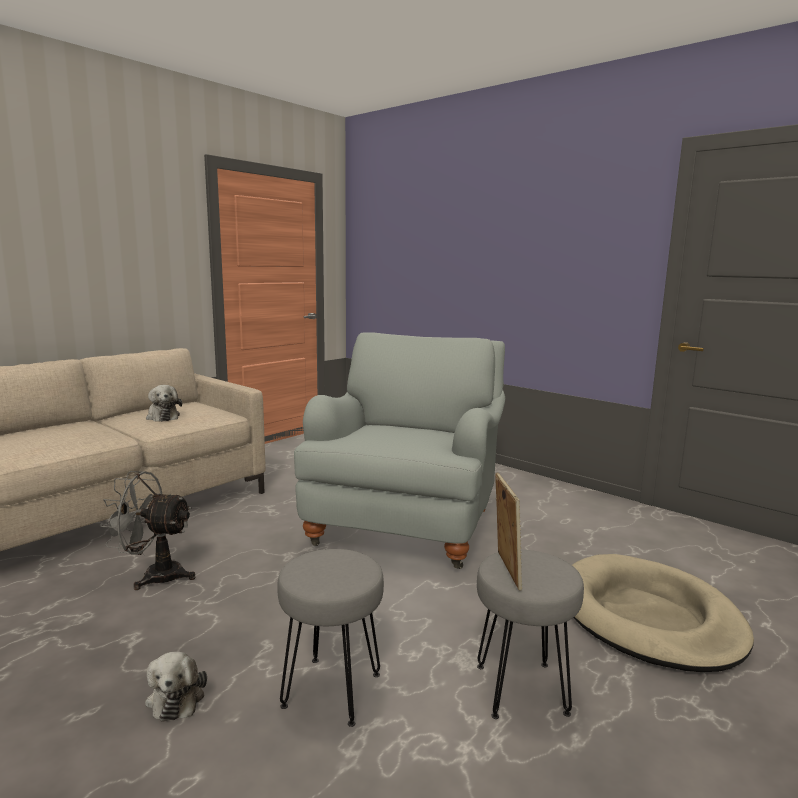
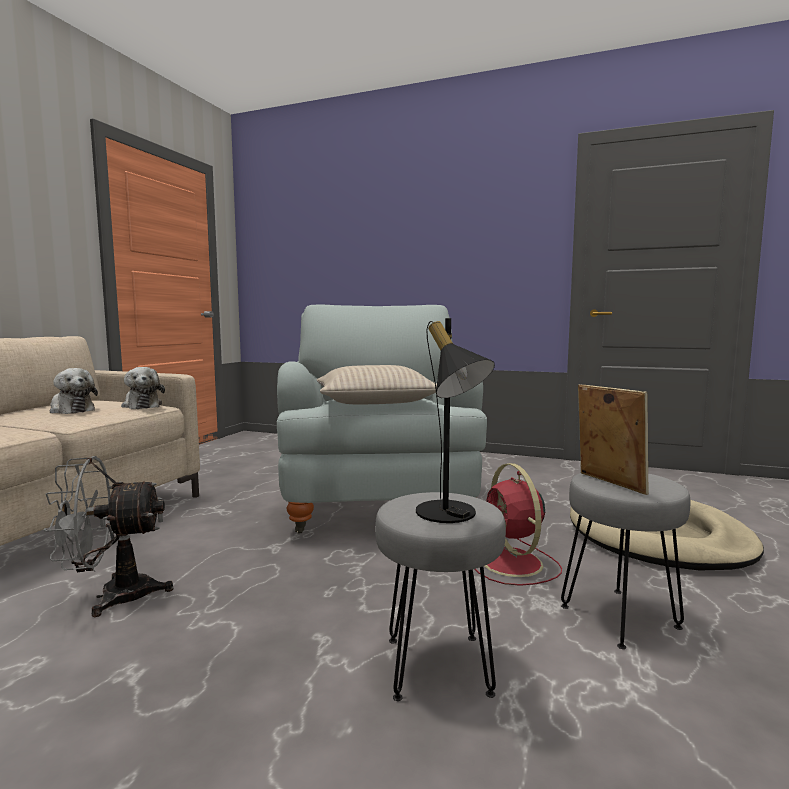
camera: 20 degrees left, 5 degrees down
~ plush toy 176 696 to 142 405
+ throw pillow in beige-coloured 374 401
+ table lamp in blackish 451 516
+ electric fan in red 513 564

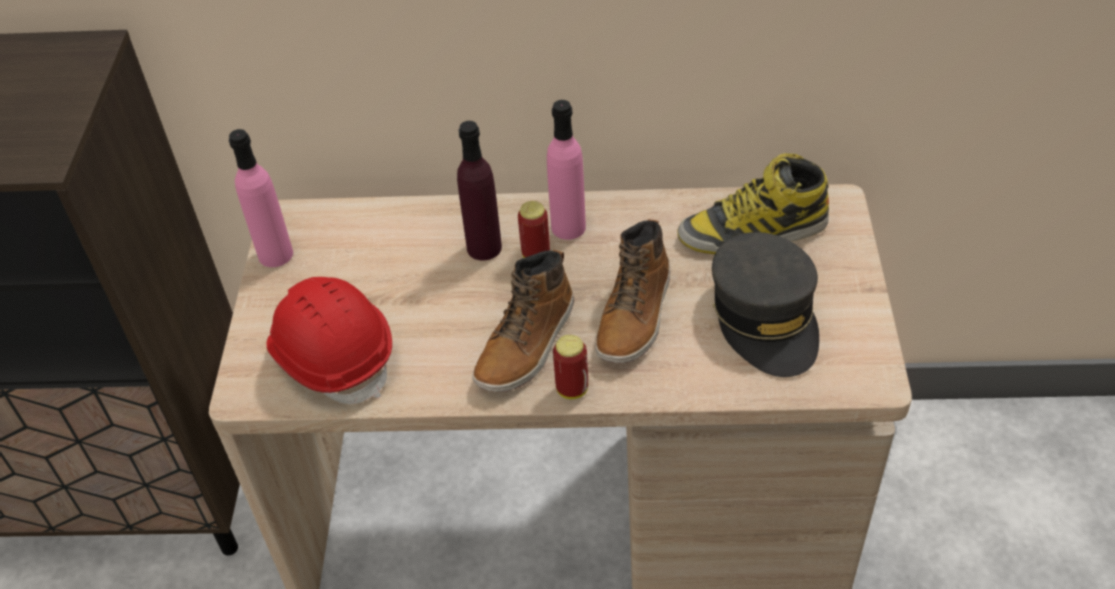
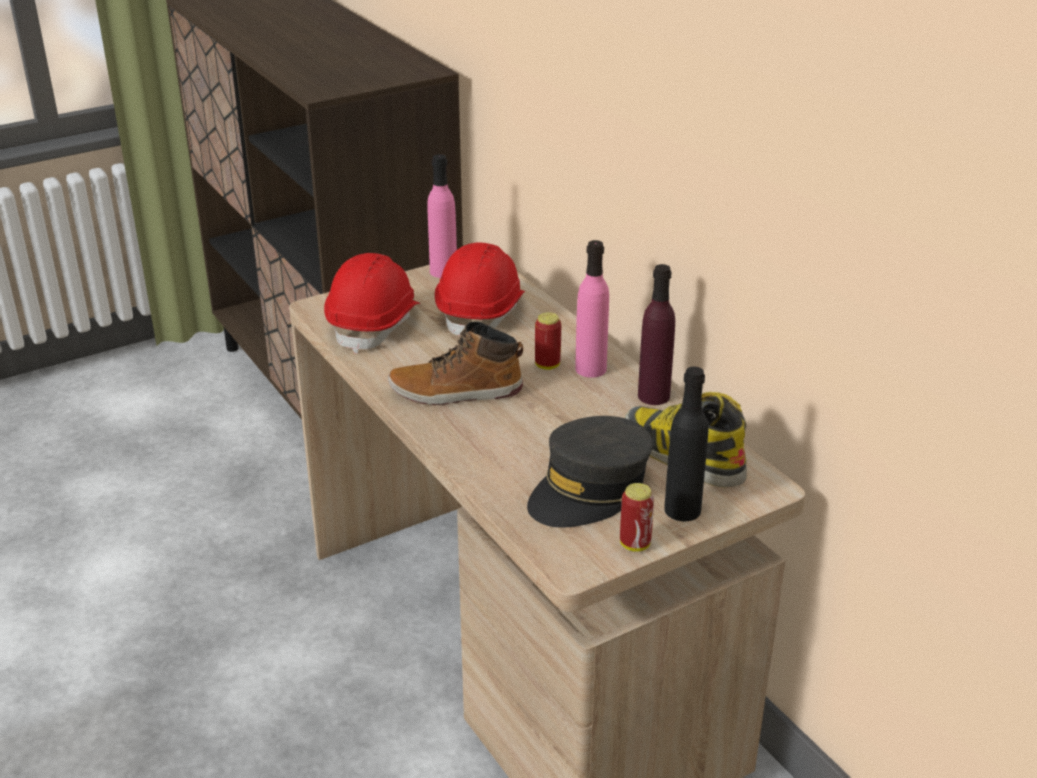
camera: 55 degrees right, 15 degrees down
~ bottle in purple-coloured 484 247 to 653 396
~ can 572 389 to 635 544
- high-top boot 635 314
+ safety helmet in red 482 313
+ bottle in blackish 682 509

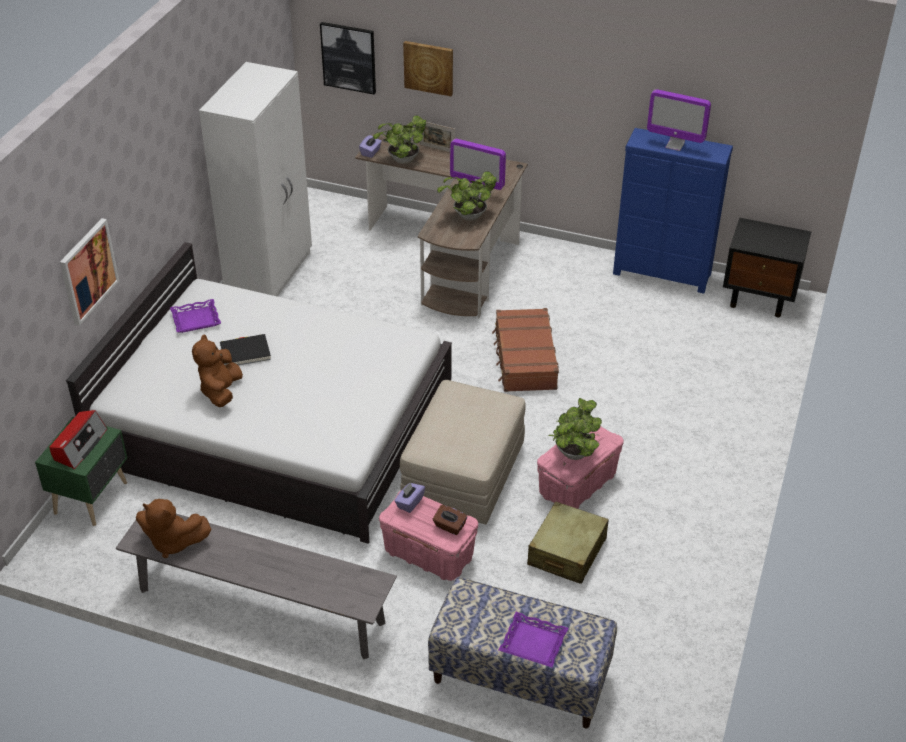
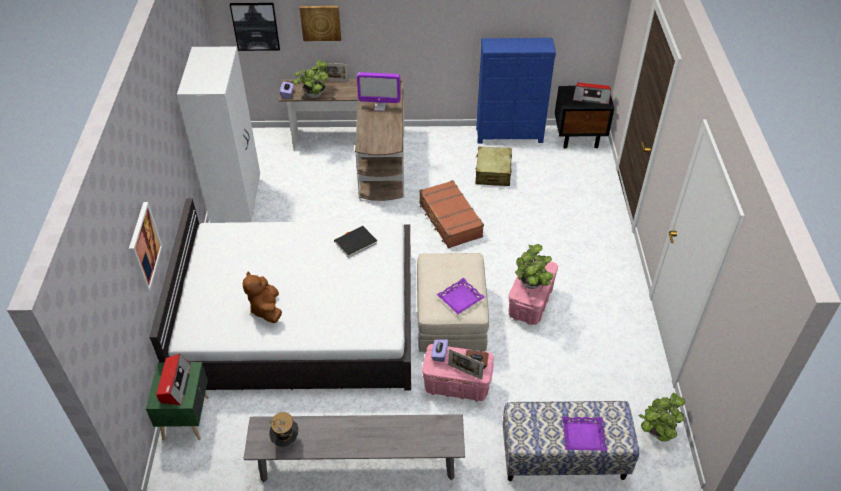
camera: 20 degrees left, 5 degrees up
~ plush toy in brown 173 542 to wearable hat 286 440
~ serving tray in purple-coloured 196 320 to 460 299
~ volume in blackish 245 352 to 355 243
~ houseplant 467 217 to 656 432
~ suitcase in beige-coloured 566 552 to 493 173
- computer display 674 145
+ picture frame 465 372
+ radio 591 97

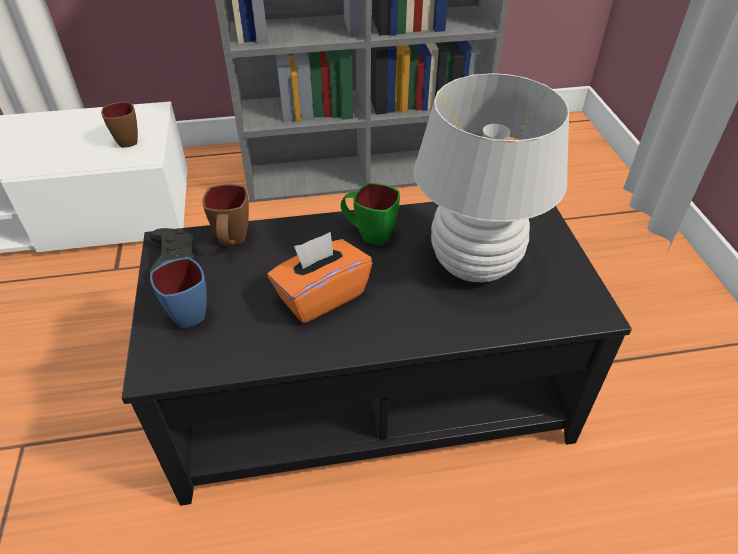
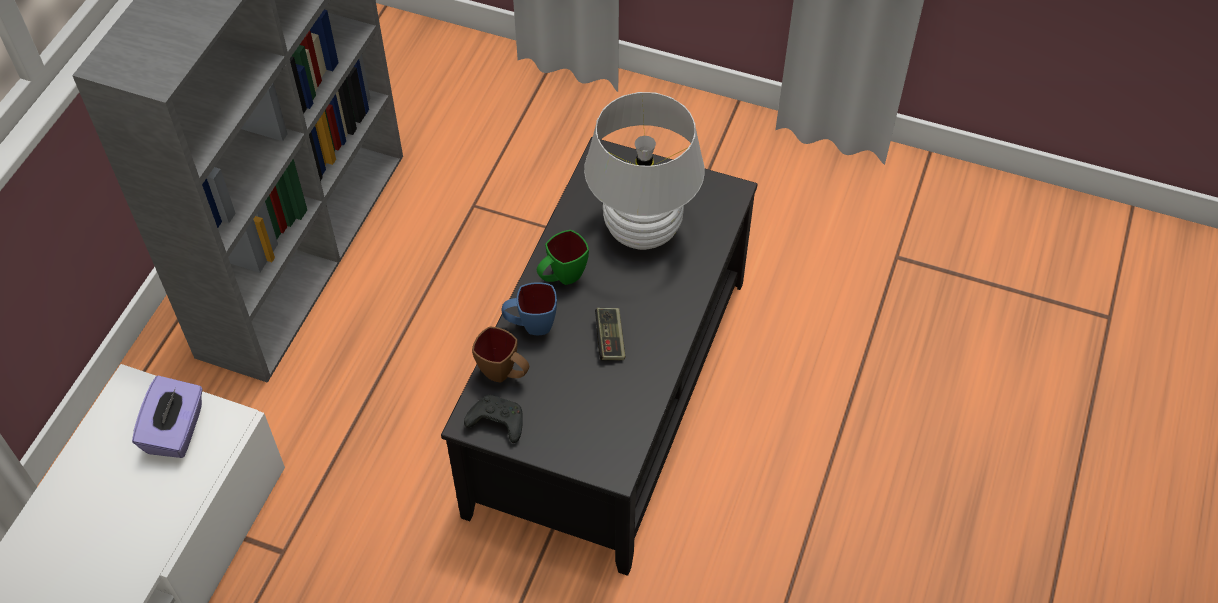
camera: 60 degrees left, 10 degrees up
~ mug in brown 127 139 to tissue holder in purple-coloured 176 431
~ mug in blue 186 310 to 530 326
~ tissue holder in orange-coloured 321 296 to joypad 610 339

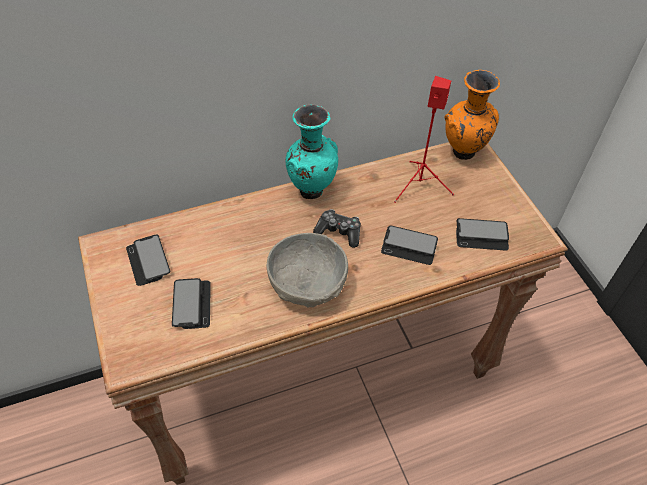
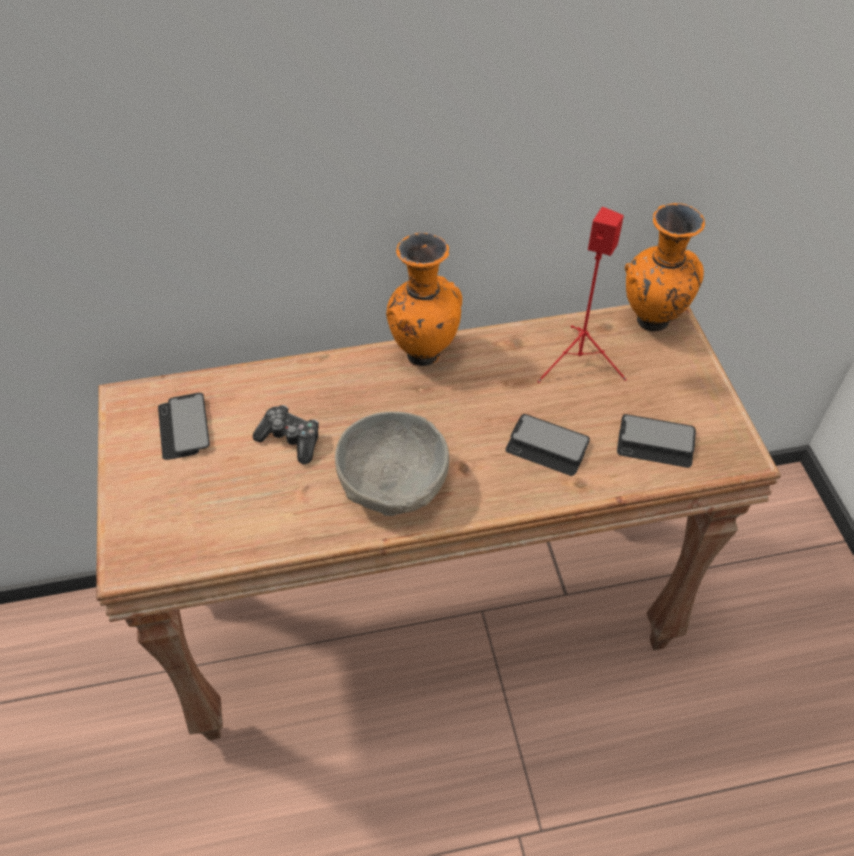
camera: 10 degrees right, 0 degrees up
- telephone 192 304
~ vase in turquoise-coloured 311 190 to vase in orange-coloured 423 353
~ joypad 339 232 to 290 439

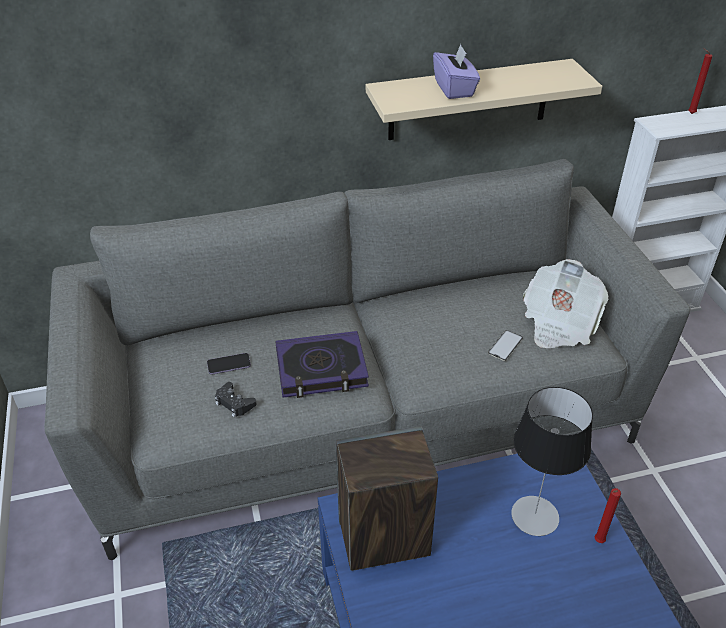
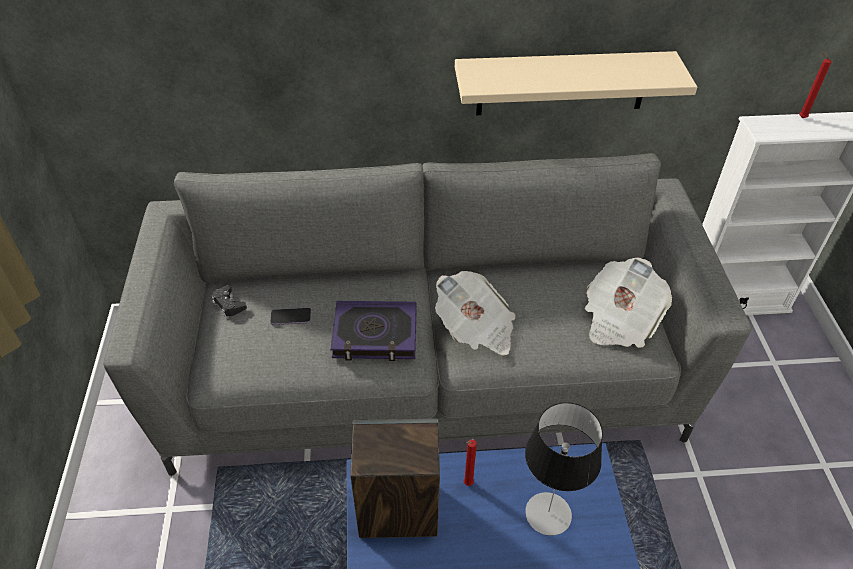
camera: 10 degrees right, 5 degrees up
~ joypad in blackish 234 403 to 229 304
- tissue holder in purple-coloured 454 89
- telephone 505 345
~ wax light in red 598 542 to 466 484
+ printed paper 476 329

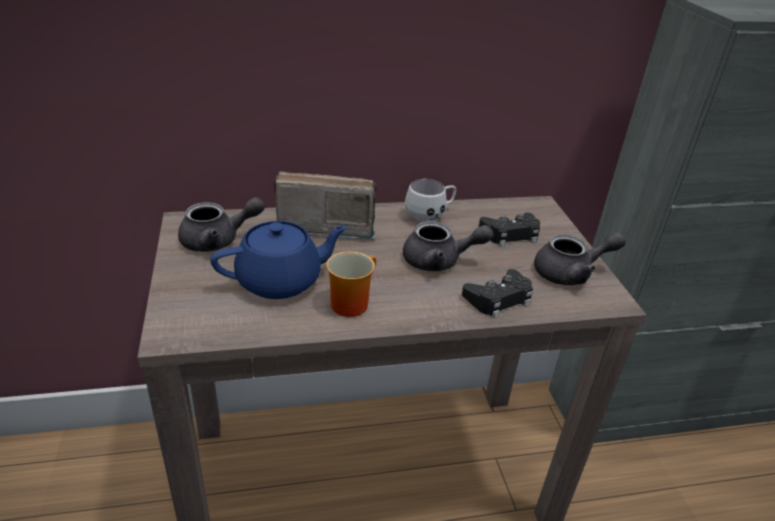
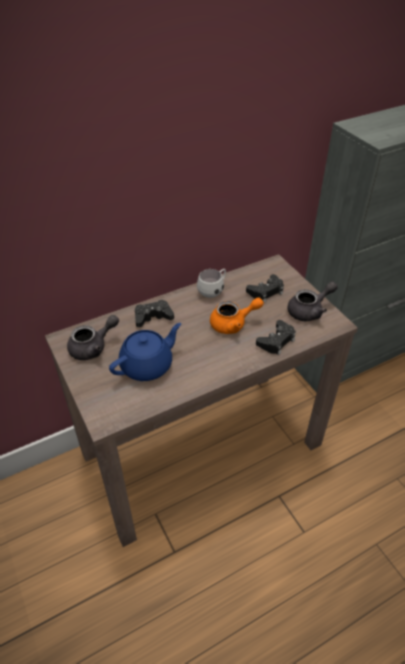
camera: 15 degrees left, 10 degrees up
~ radio 324 226 to joypad in blackish 153 317
- mug 350 301
~ tea pot in grey 439 261 to tea pot in orange-coloured 233 324

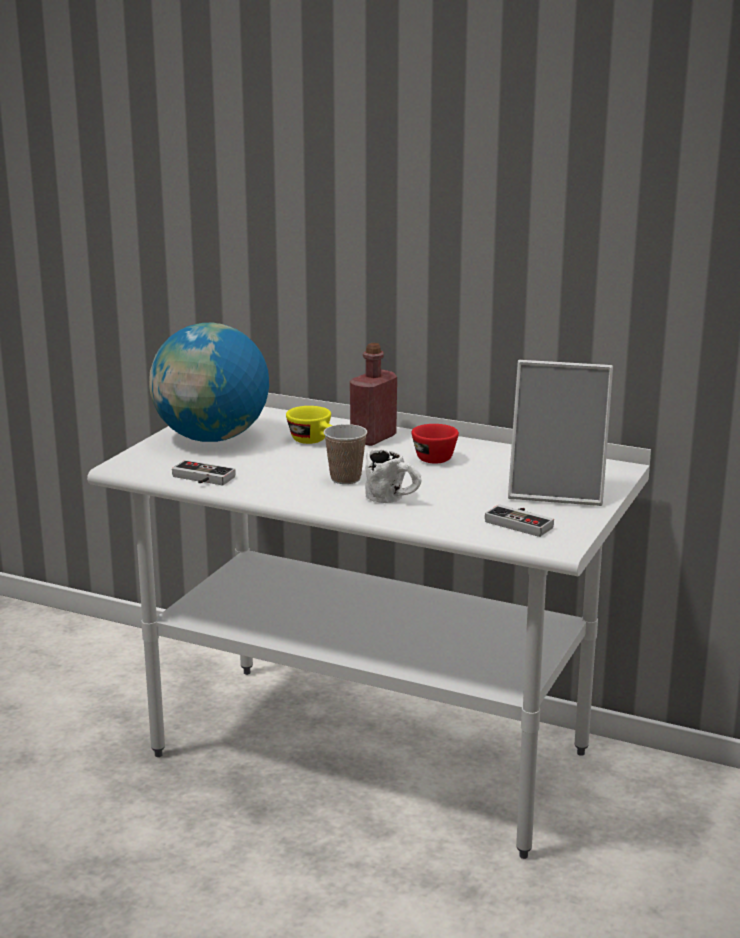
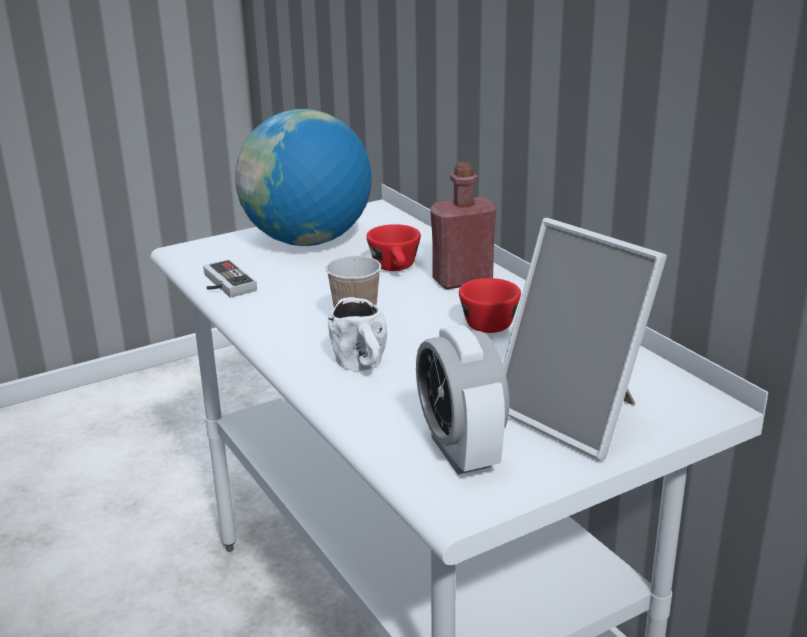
camera: 35 degrees right, 5 degrees up
~ small cup in yellowish 314 441 to small cup in red 396 269
~ joypad 522 522 to table clock 460 451

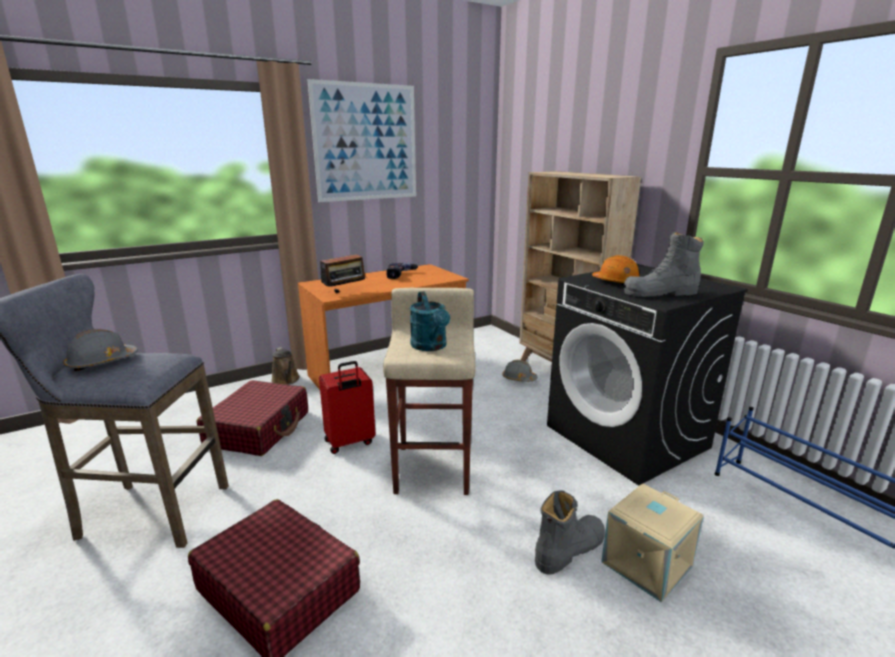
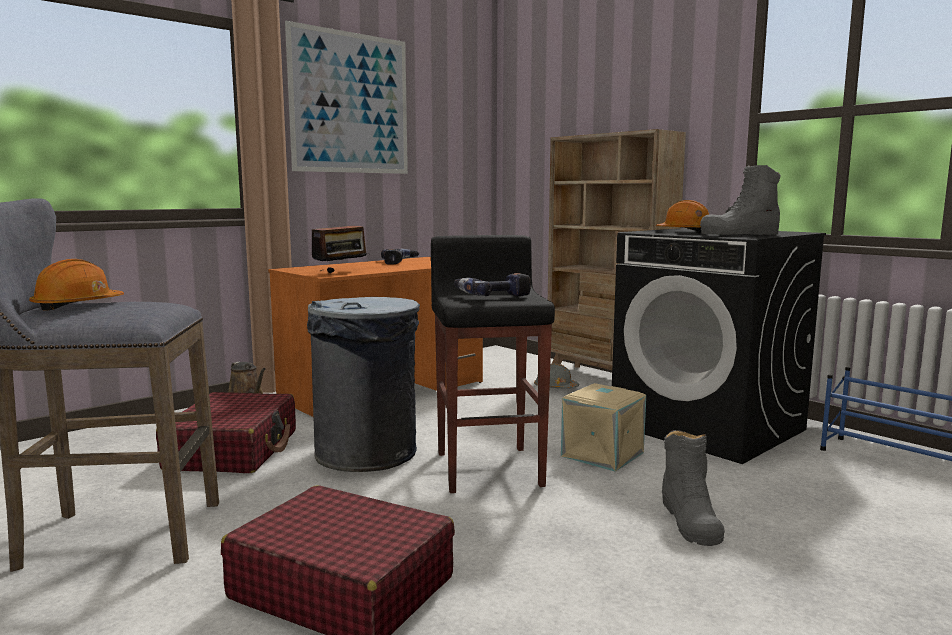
camera: 10 degrees left, 10 degrees down
~ safety helmet in grey 102 362 to safety helmet in orange-coloured 77 306
~ suitcase in red 349 442 to waste bin in grey 367 454
~ sitting stool in beige-coloured 434 468 to sitting stool in blackish 490 468
~ sprinkling can in turquoise-coloured 431 347 to drill 492 295
~ high-top boot in grey 569 549 = 690 520 135 degrees clockwise
~ storage box in beige-coloured 647 565 to 603 455

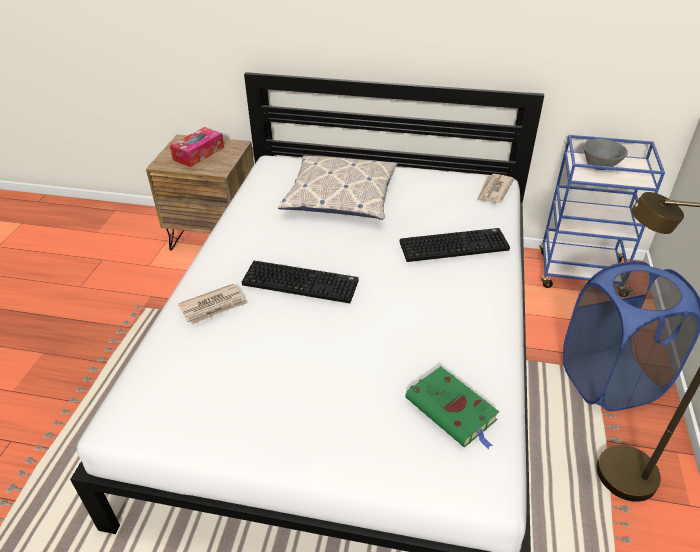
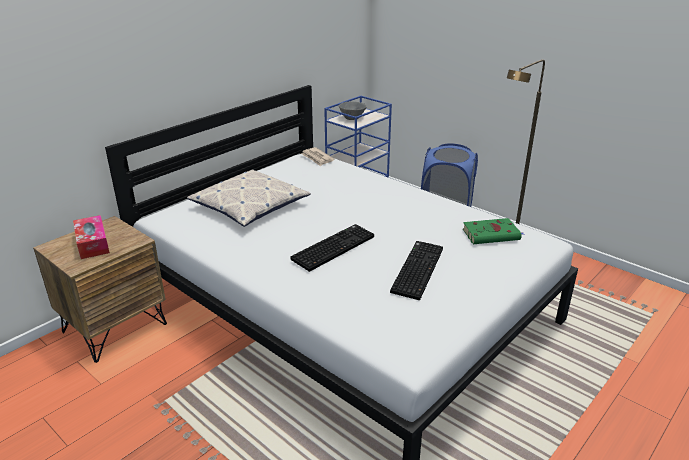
camera: 60 degrees left, 10 degrees down
- printed paper 214 306
~ PC keyboard 454 245 to 416 269

